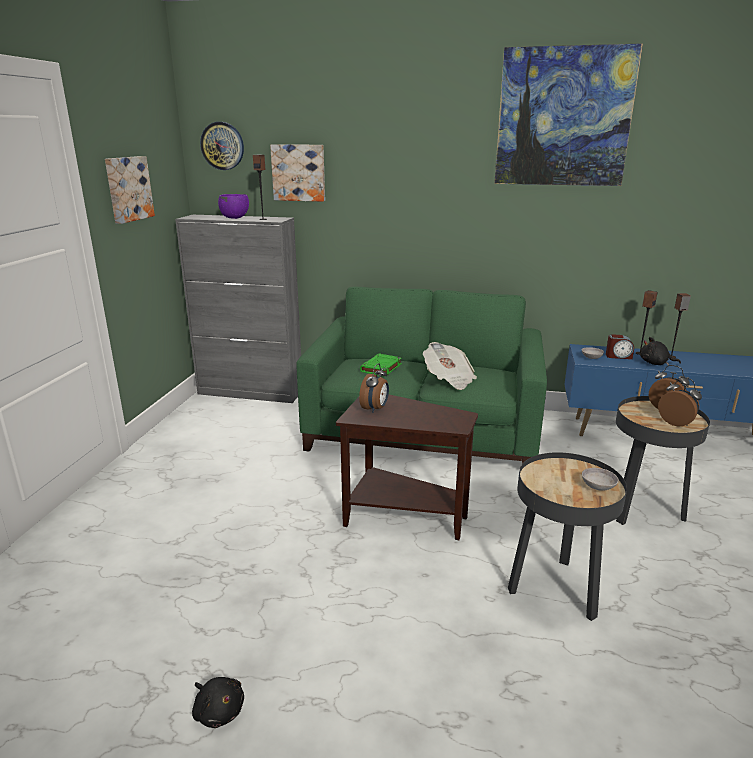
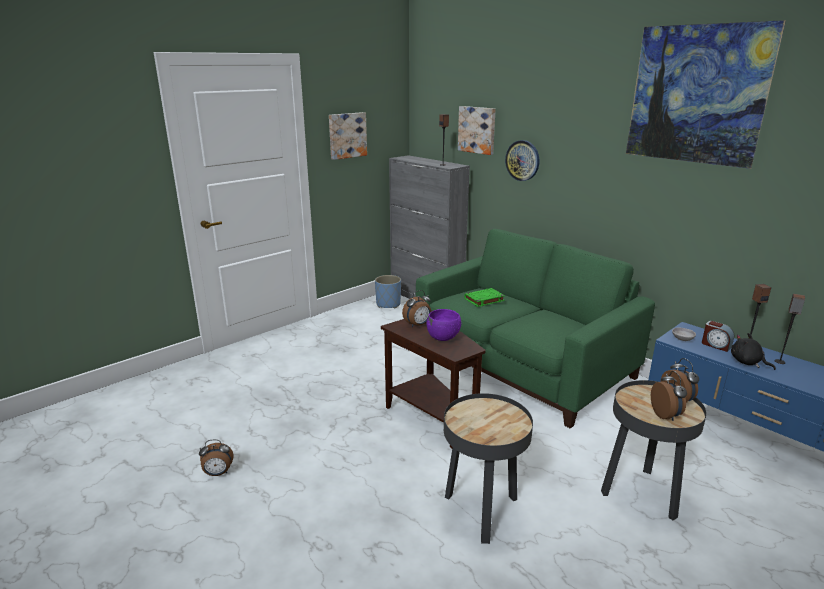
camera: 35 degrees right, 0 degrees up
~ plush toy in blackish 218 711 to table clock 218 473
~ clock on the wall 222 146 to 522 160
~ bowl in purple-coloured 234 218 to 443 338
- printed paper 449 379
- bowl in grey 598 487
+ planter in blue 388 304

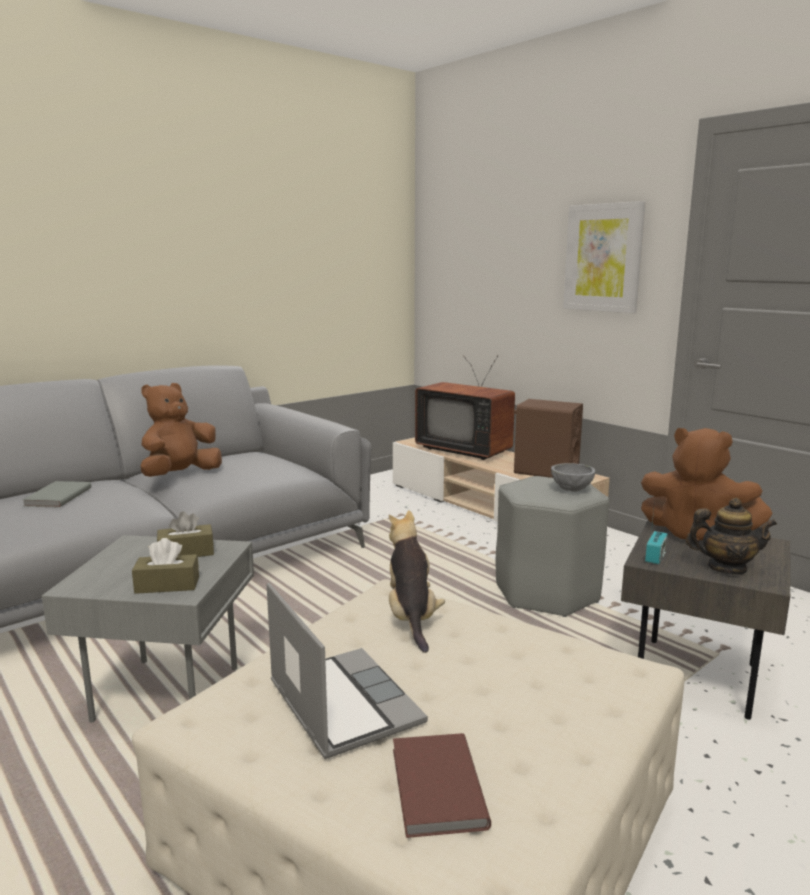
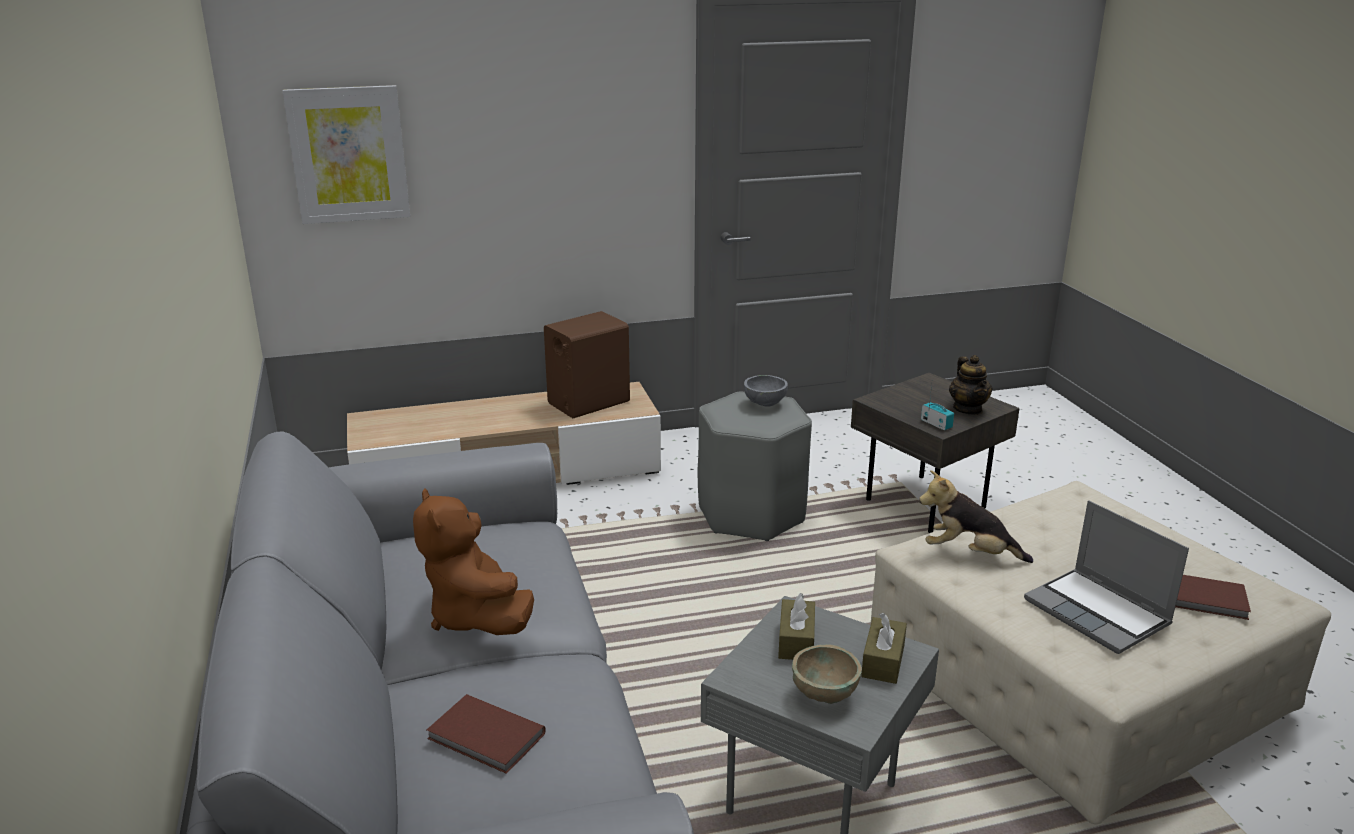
camera: 65 degrees left, 10 degrees up
~ volume in grey 56 497 to volume in brown 486 738
~ notebook computer 341 703 = 1099 613 120 degrees counterclockwise
- TV set 466 449
~ picture 603 258 to 348 154
- plush toy in brown 696 535
~ tea pot 726 568 = 968 409 135 degrees clockwise
+ bowl in beige-coloured 823 695

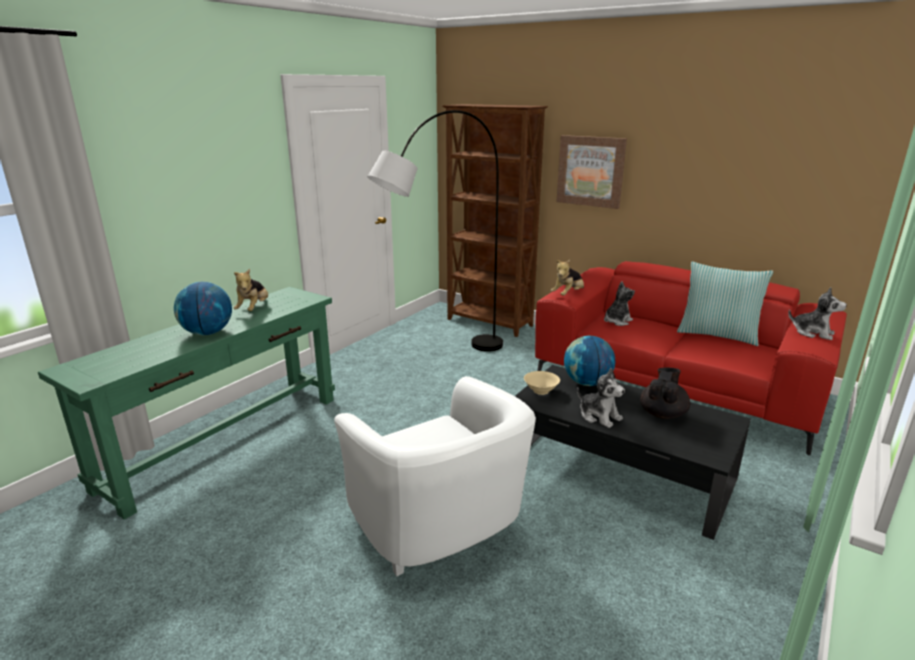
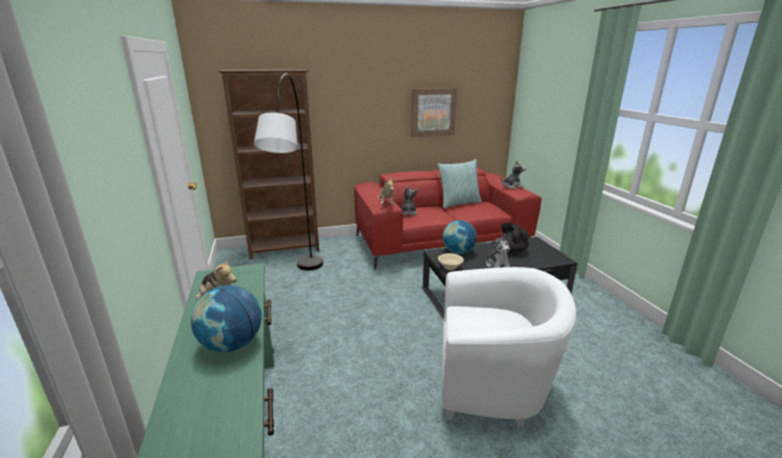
camera: 50 degrees left, 0 degrees up
~ picture 590 171 to 433 112
~ plush toy 599 416 = 497 265 75 degrees clockwise

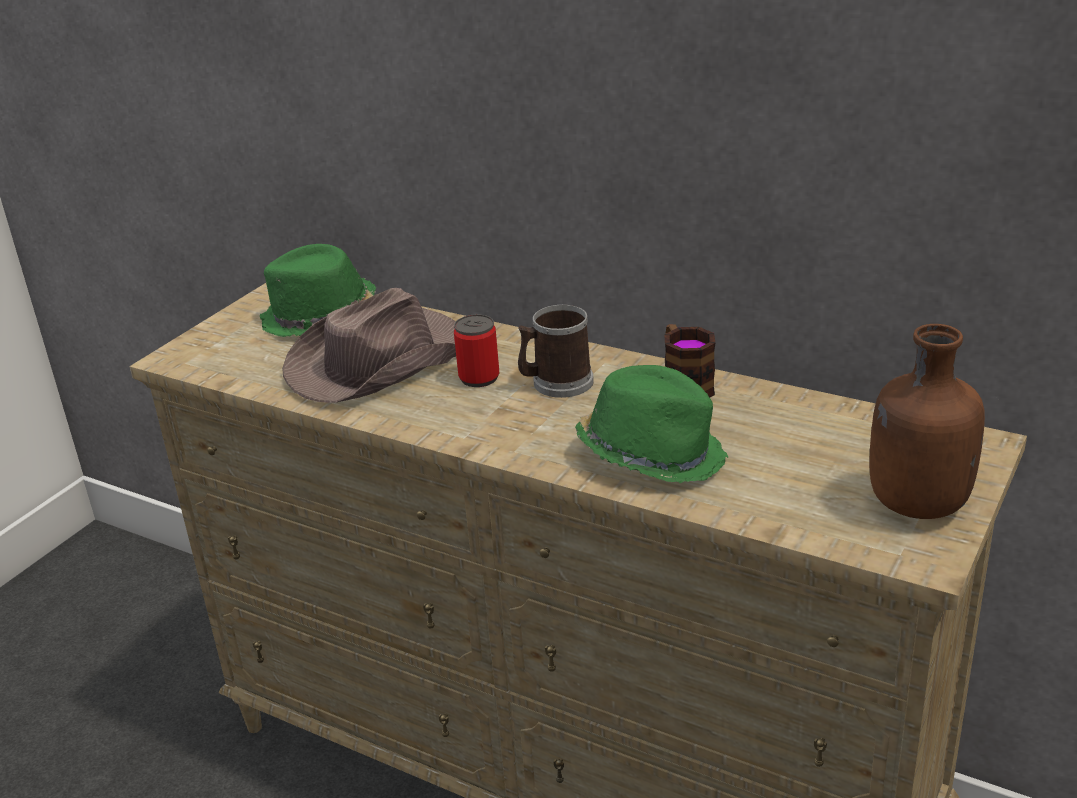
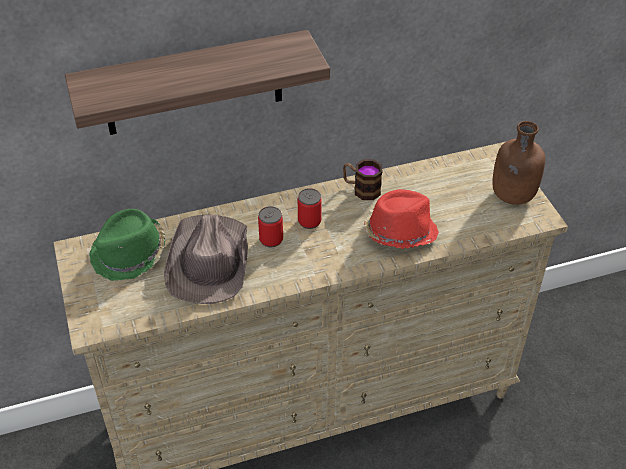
camera: 50 degrees left, 15 degrees up
~ mug 556 383 to can 309 221
~ wearable hat in greenish 652 454 to wearable hat in red 399 232
+ bracket shelf 193 84

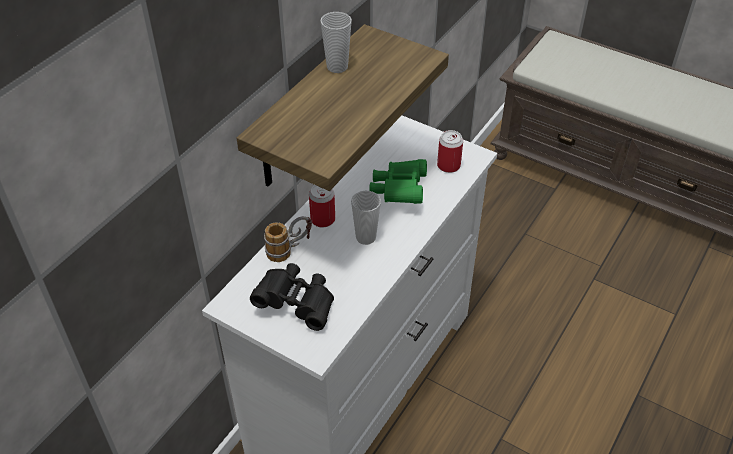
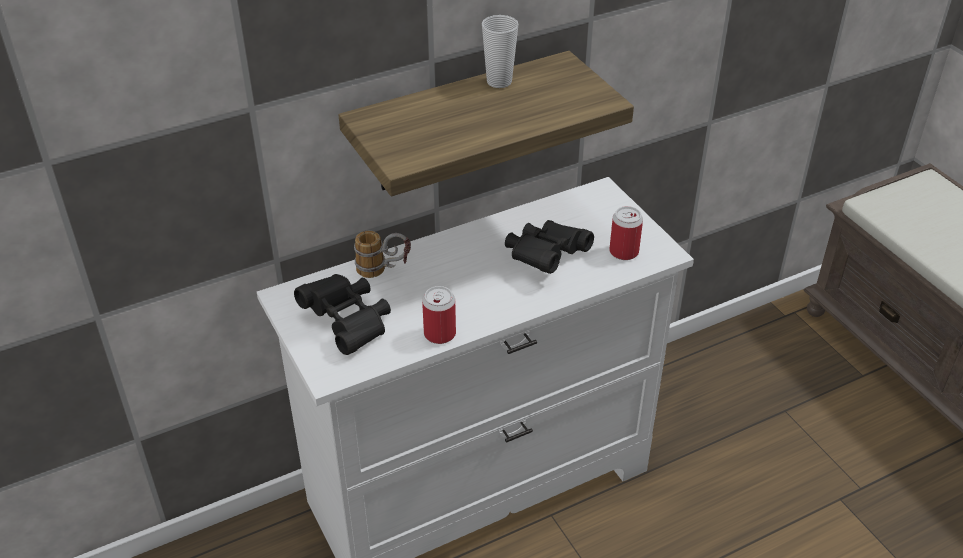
camera: 30 degrees right, 5 degrees down
~ can 322 219 to 440 334
- small cup 366 237
~ pair of binoculars in greenish 399 191 to pair of binoculars in blackish 545 257

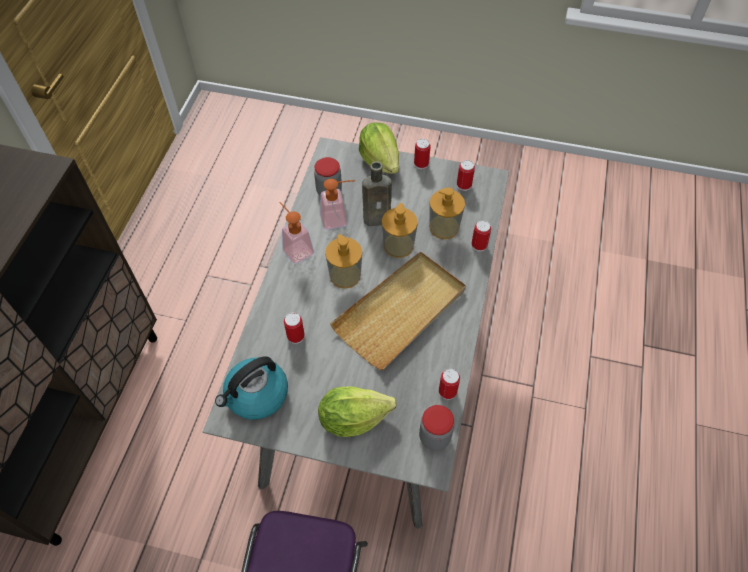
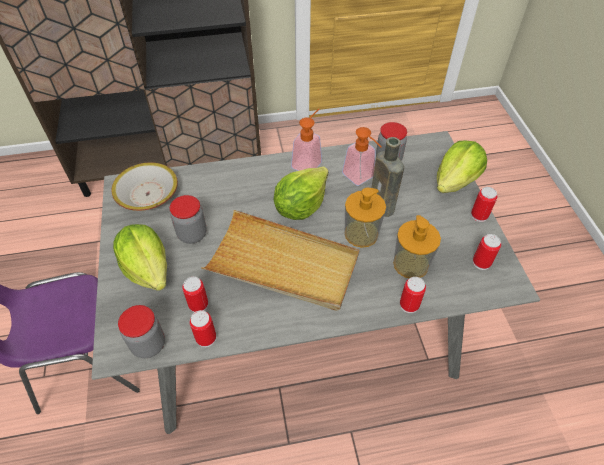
camera: 65 degrees right, 5 degrees down
~ kettle 256 395 to bowl 147 194
~ can 296 336 to 198 305
~ soap dispenser 345 275 to head of lettuce 300 206
+ preserve jar 192 234

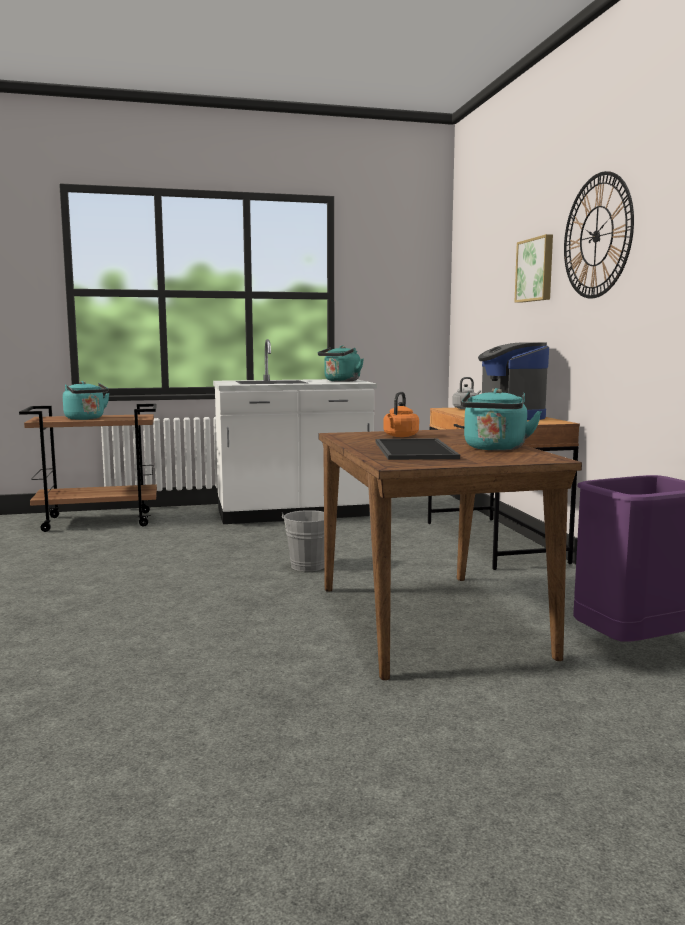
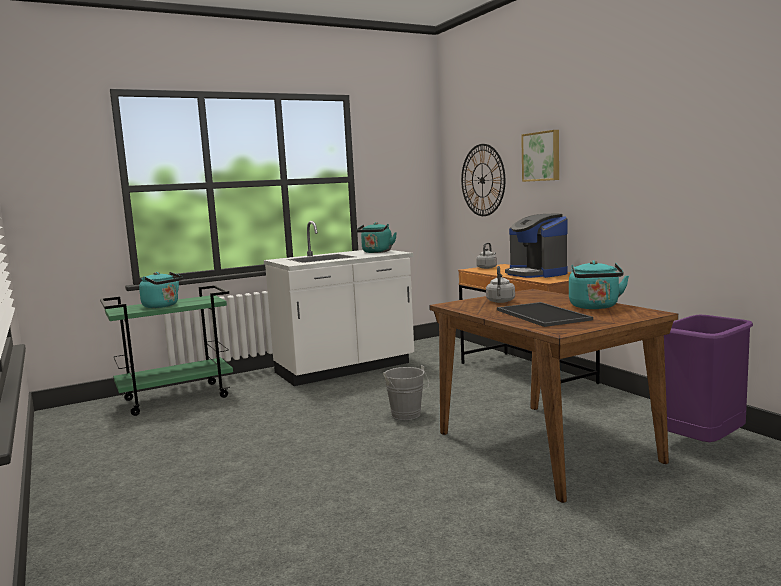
camera: 15 degrees left, 0 degrees up
~ trolley in brown 99 521 to trolley in greenish 177 398
~ kettle in orange-coloured 400 436 to kettle in grey 500 301
~ clock on the wall 596 236 to 482 180

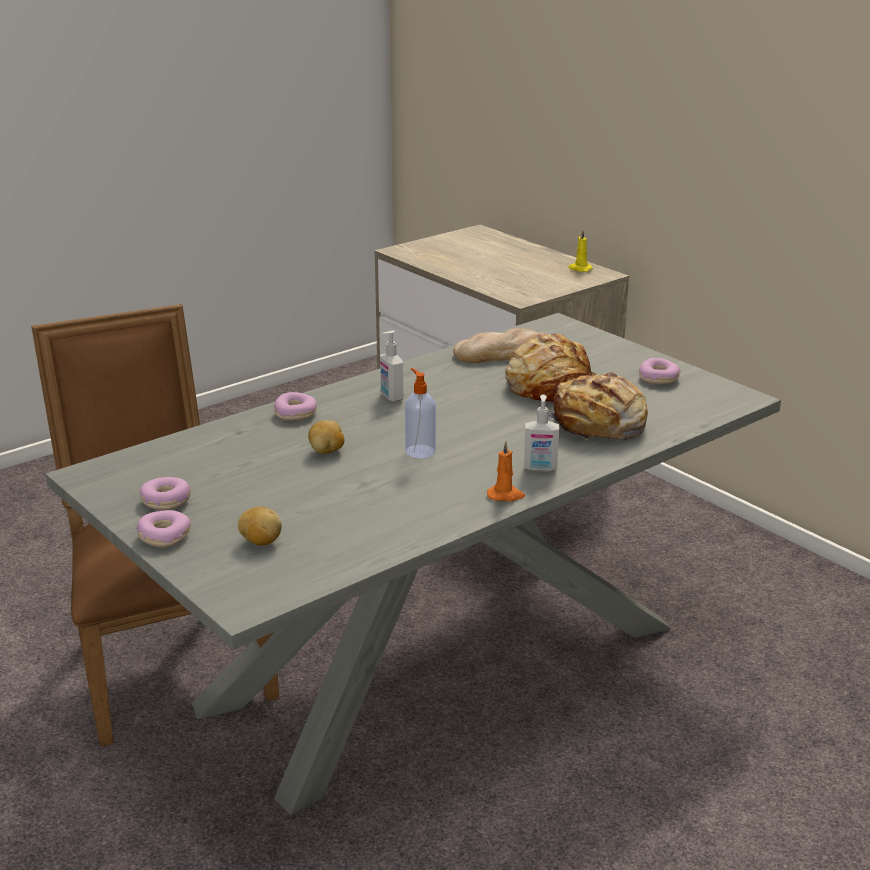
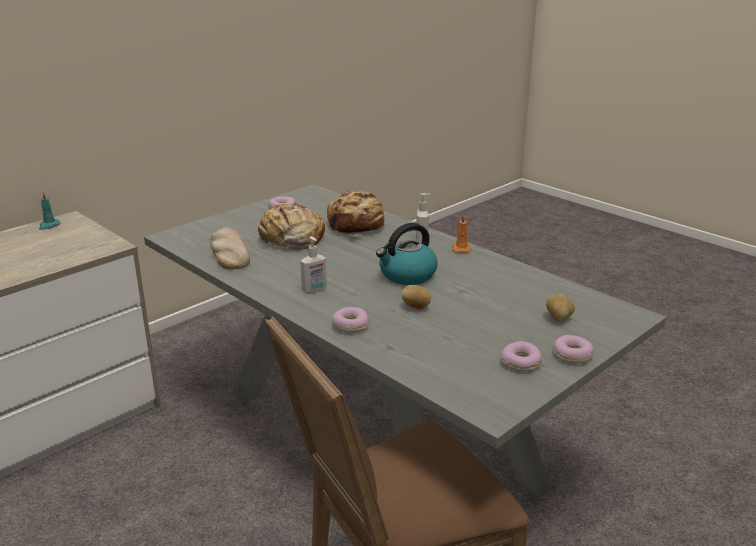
camera: 95 degrees left, 0 degrees up
~ soap dispenser 420 451 to kettle 407 275
~ wax light in yellowish 579 269 to wax light in turquoise-coloured 49 226

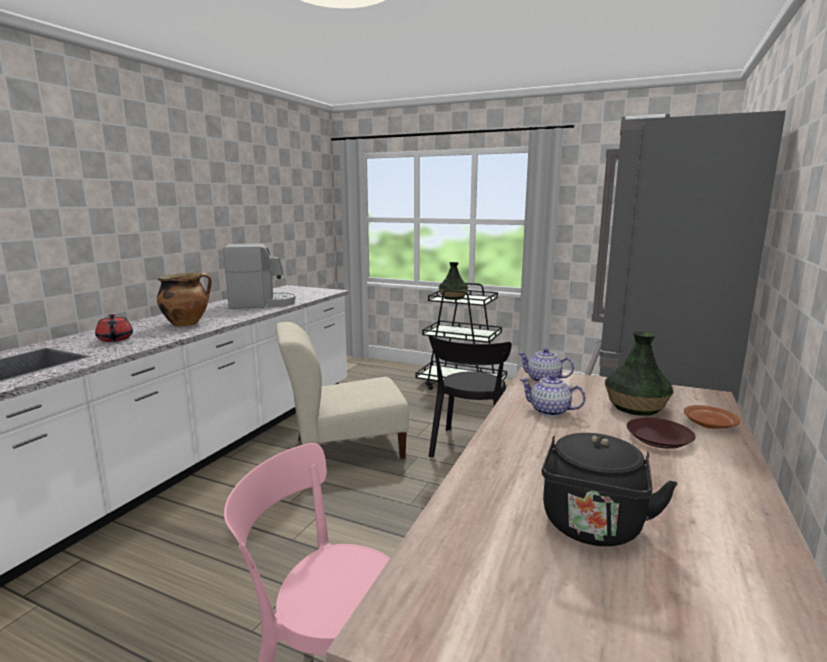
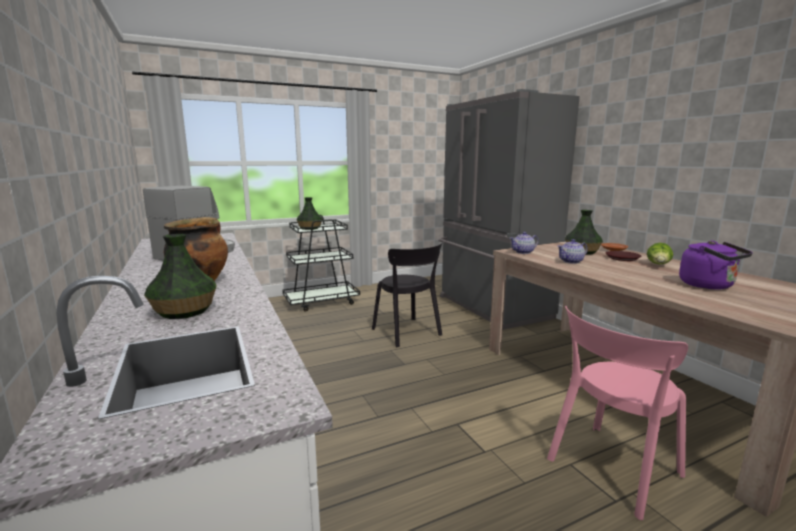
camera: 50 degrees left, 0 degrees up
~ tea pot in red 115 339 to vase 185 311
- plain chair in beige-coloured 344 449
~ kettle in blackish 592 529 to kettle in purple-coloured 709 286
+ head of lettuce 659 265

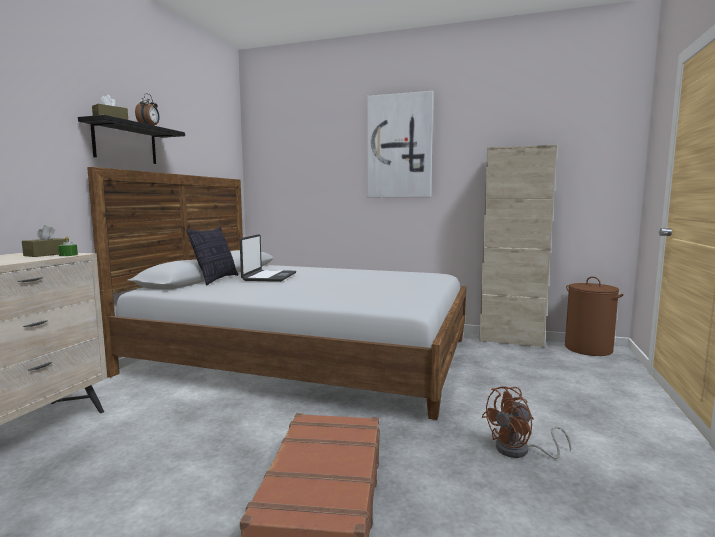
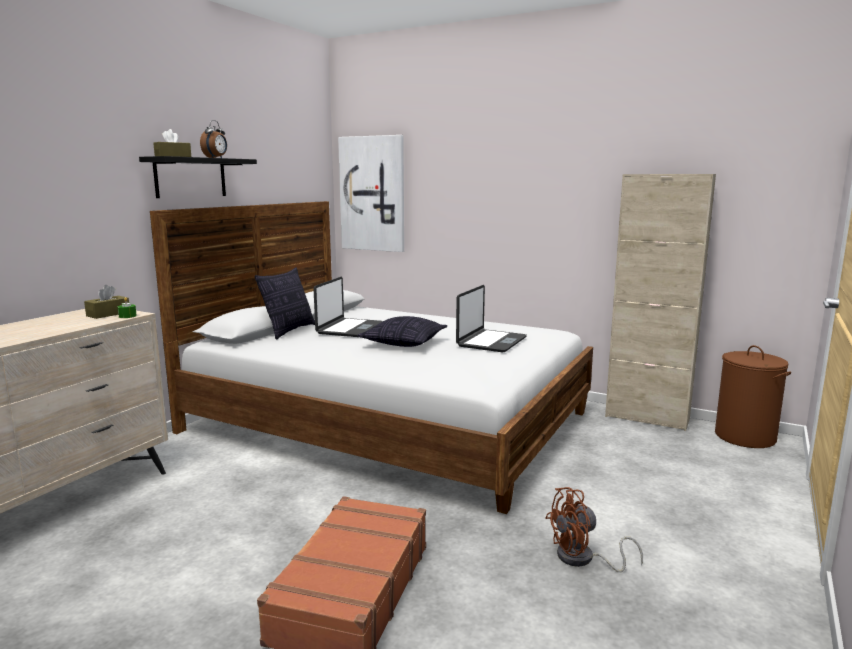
camera: 10 degrees right, 5 degrees up
~ picture 399 146 to 372 194
+ throw pillow 404 343
+ notebook computer 491 342

